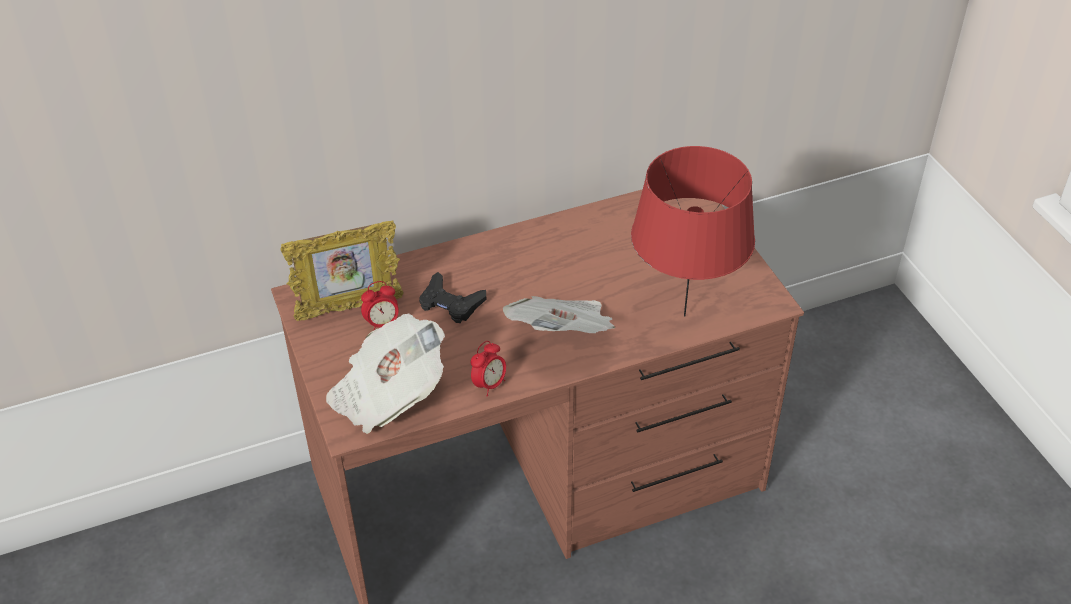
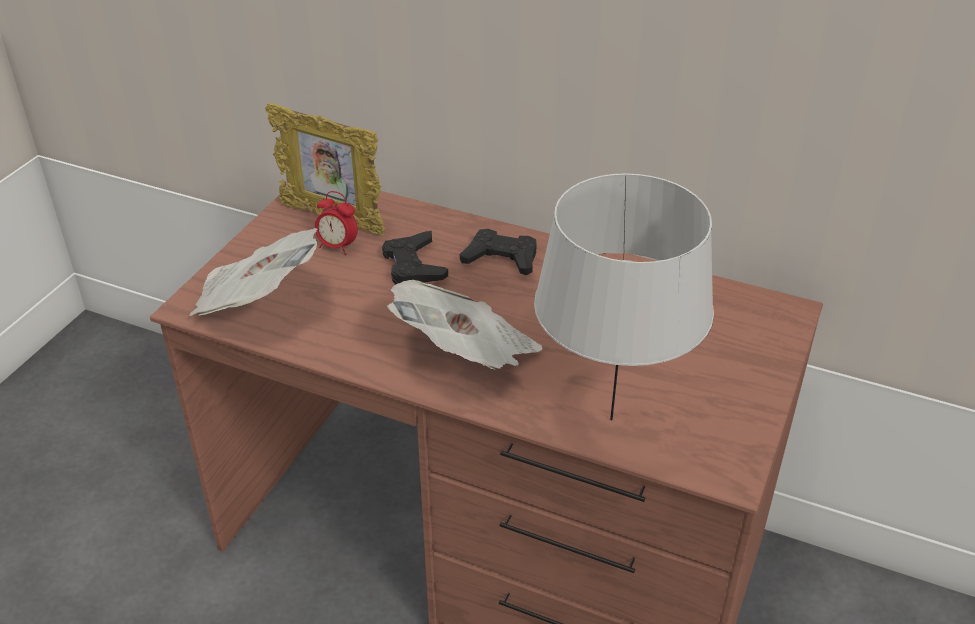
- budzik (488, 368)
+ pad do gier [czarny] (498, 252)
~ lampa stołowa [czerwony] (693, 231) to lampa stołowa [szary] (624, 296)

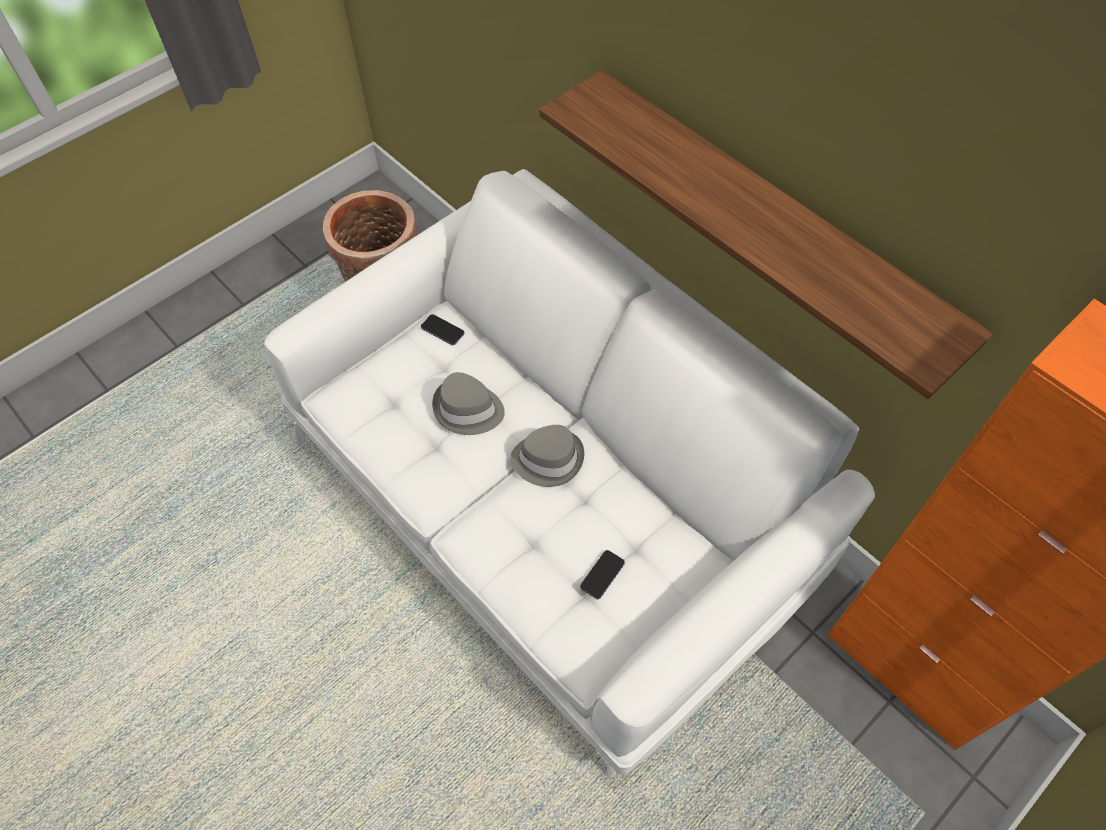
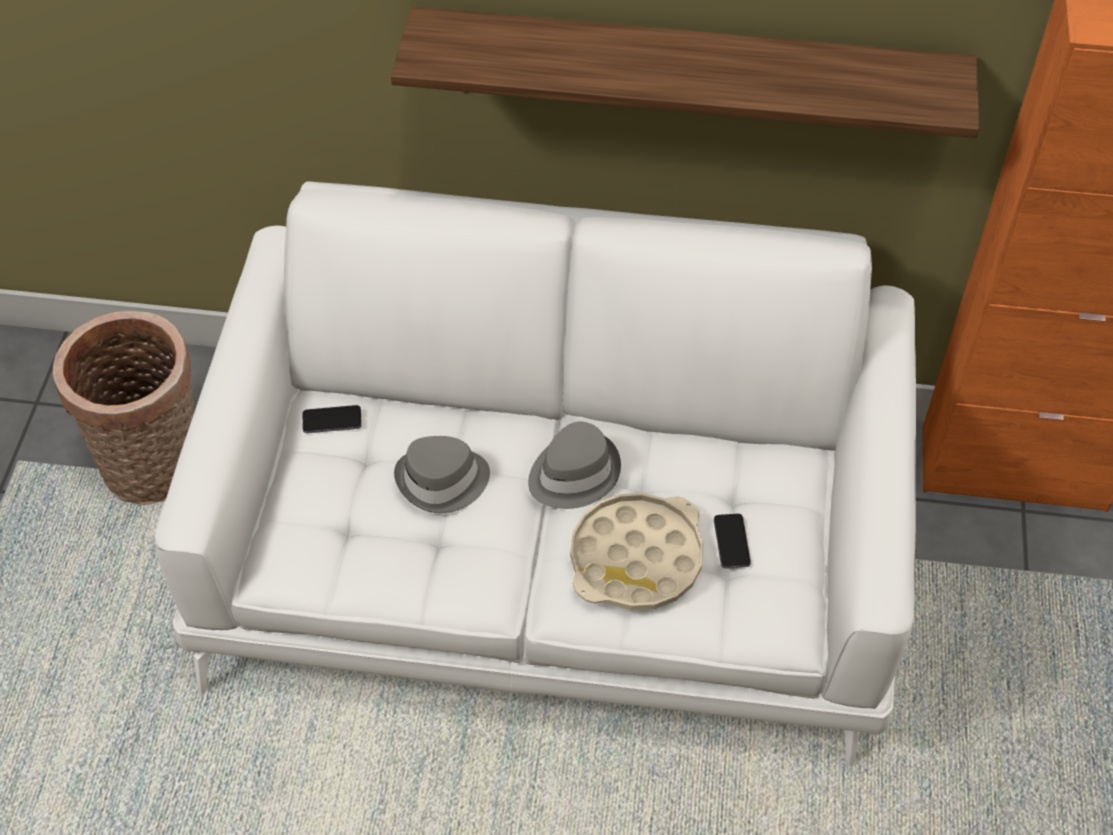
+ taca [beżowy] (637, 551)

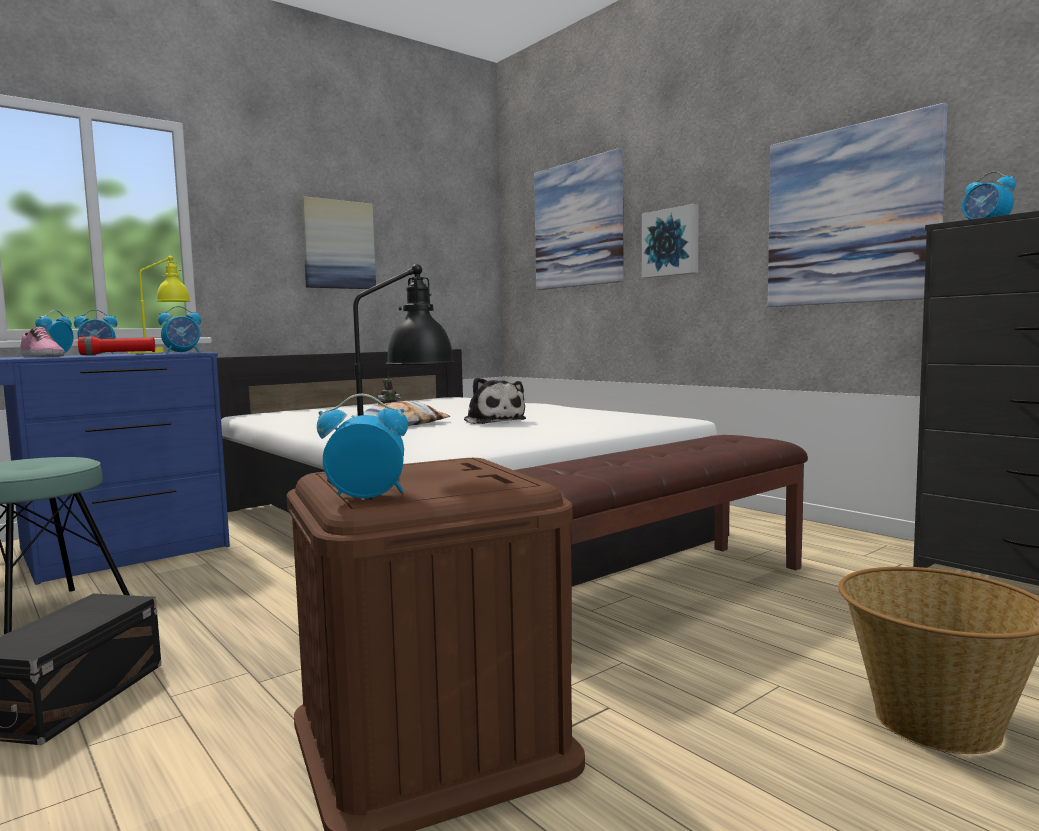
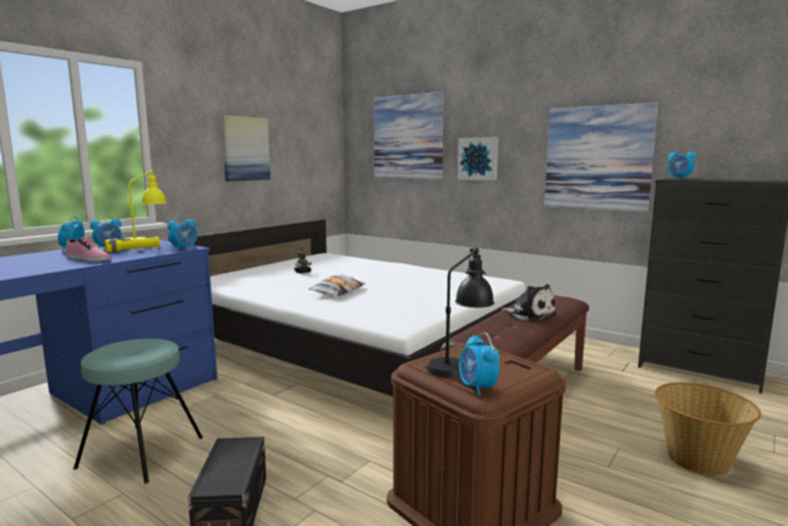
~ pluszak (495, 400) to (529, 303)
~ latarka [czerwony] (116, 345) to latarka [żółty] (132, 244)
~ budzik (362, 446) = (479, 364) 90 degrees counterclockwise

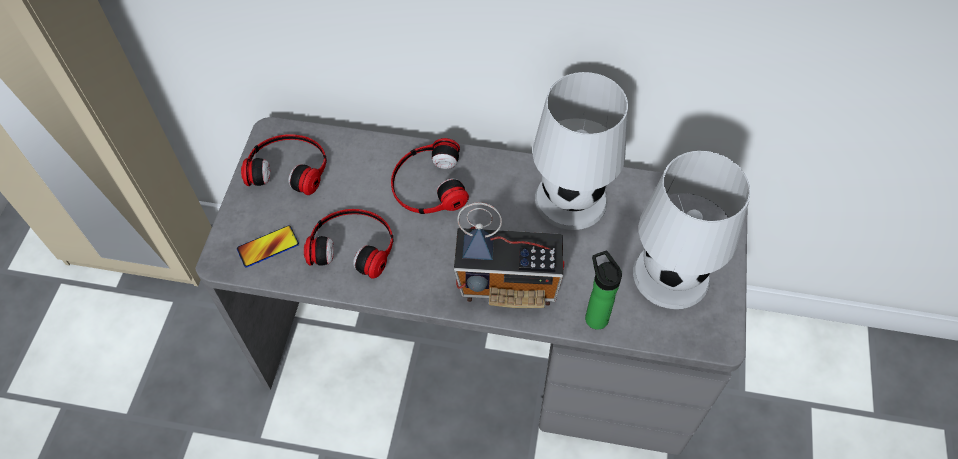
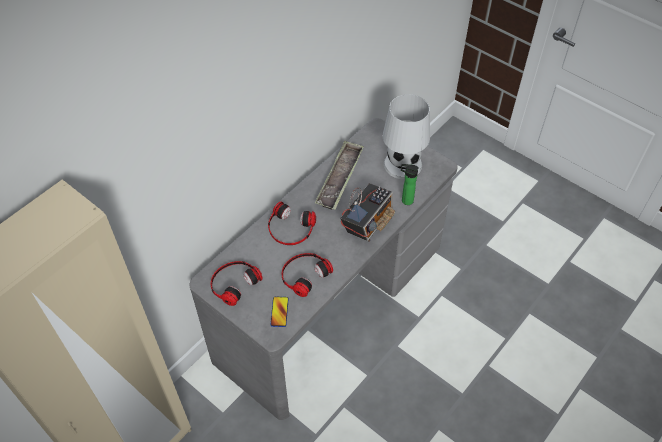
~ lampa stołowa [biały] (580, 151) to taca (339, 175)

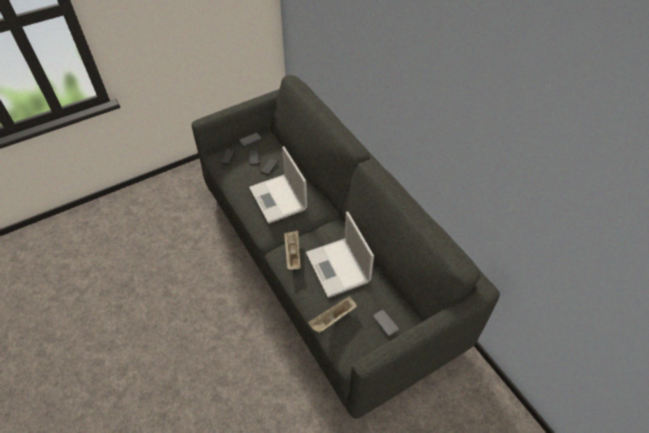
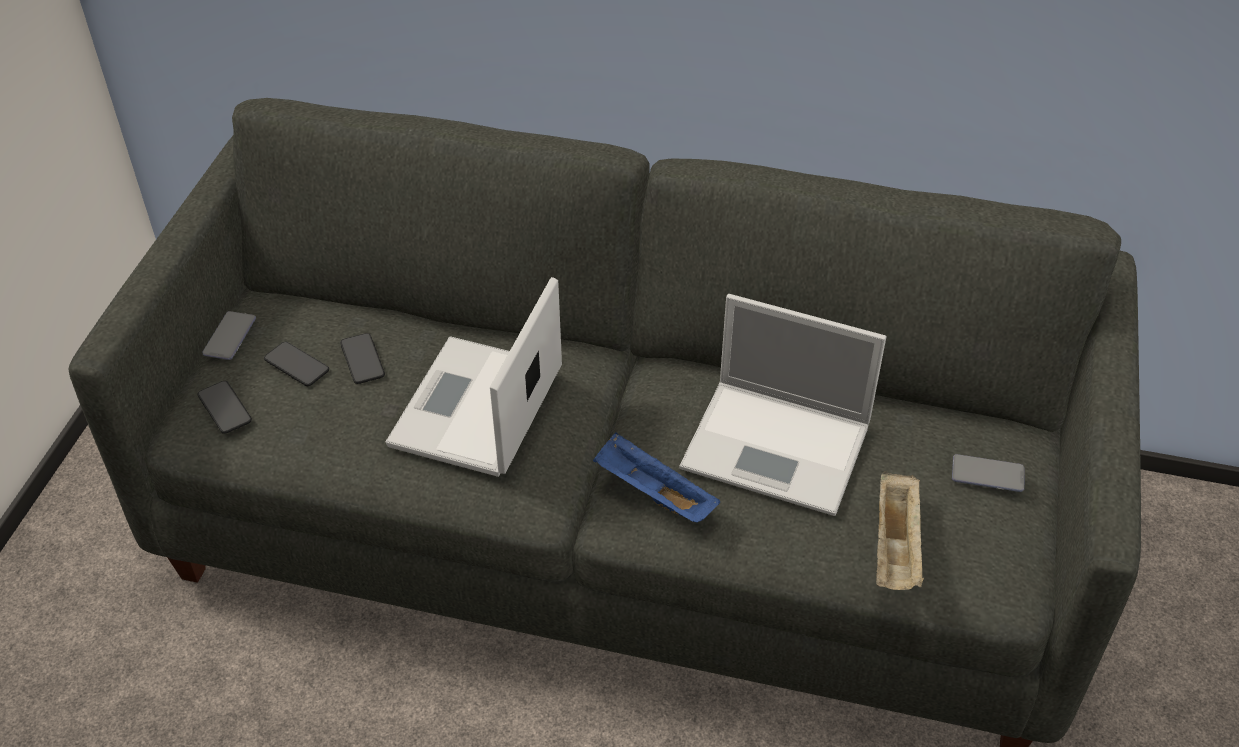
~ taca [beżowy] (292, 250) to taca [niebieski] (656, 477)
~ laptop (278, 185) = (474, 377) 90 degrees clockwise

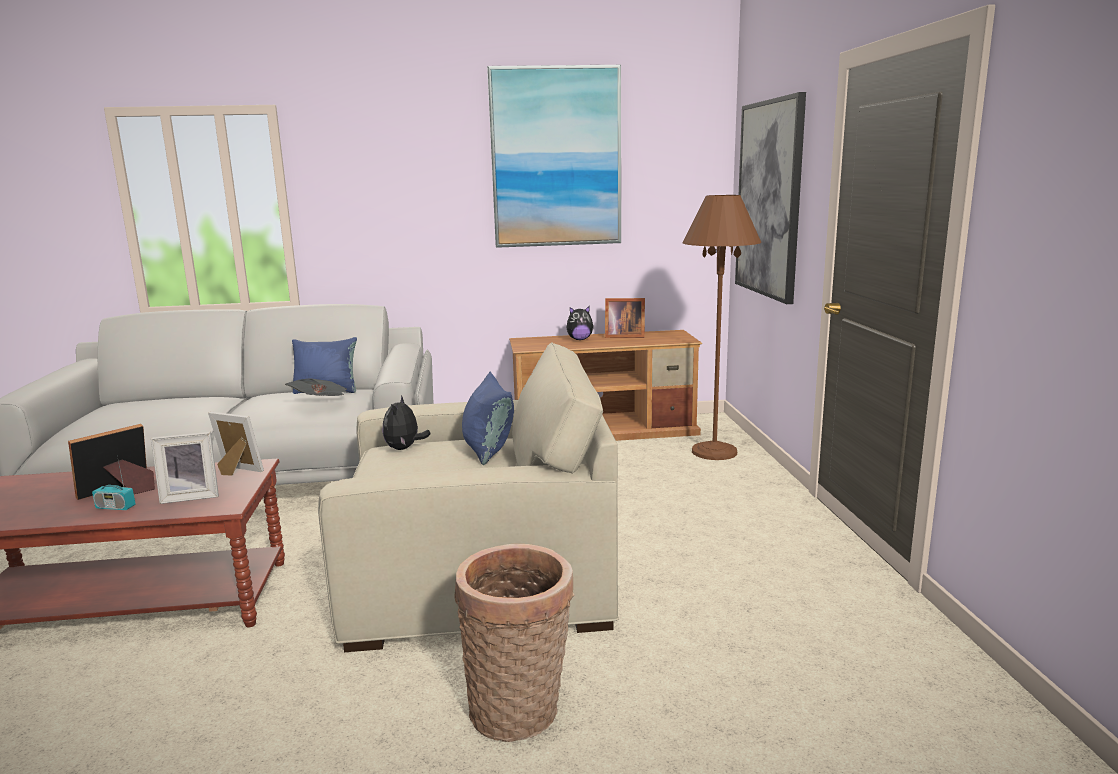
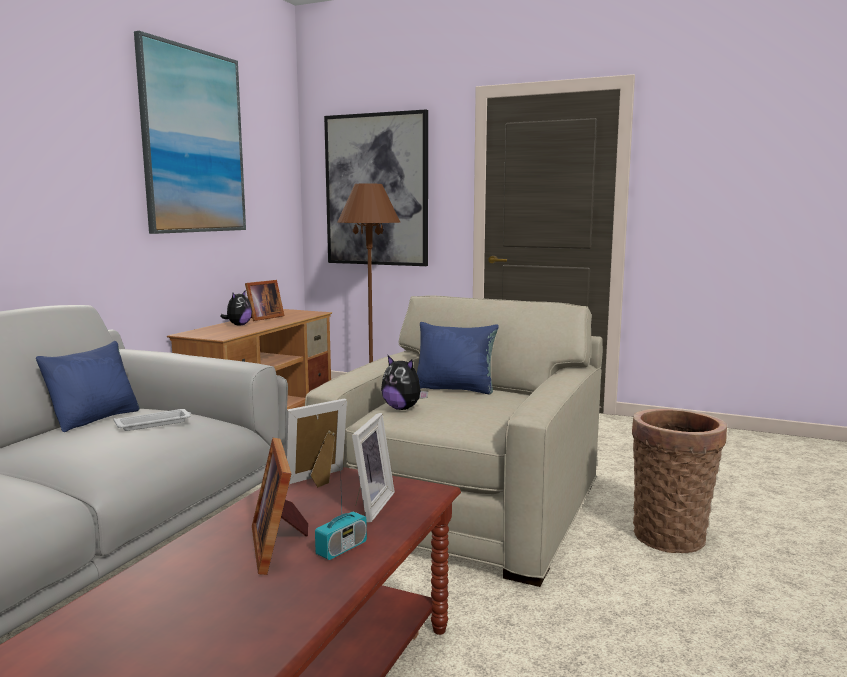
~ gazeta (316, 387) to taca [biały] (152, 420)

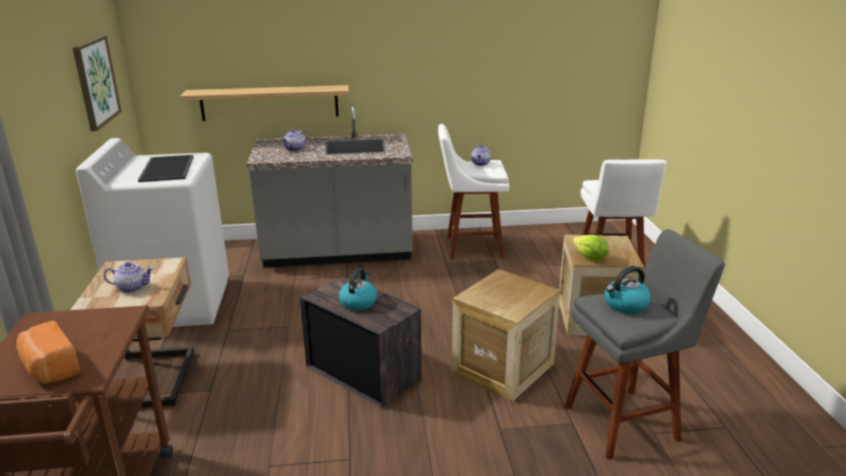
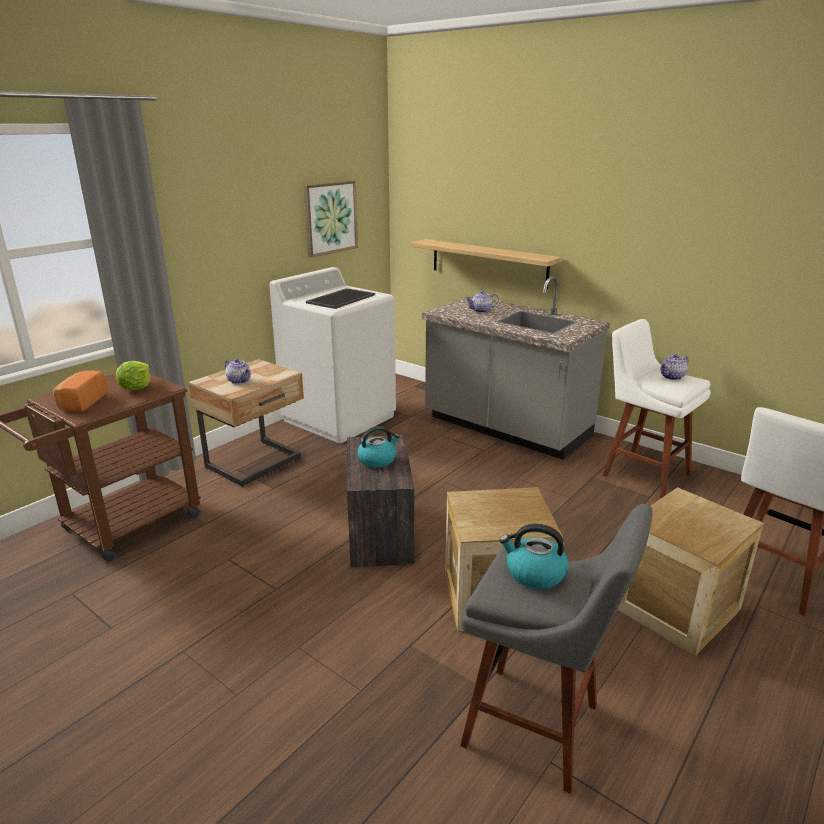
~ sałata (590, 247) to (133, 375)

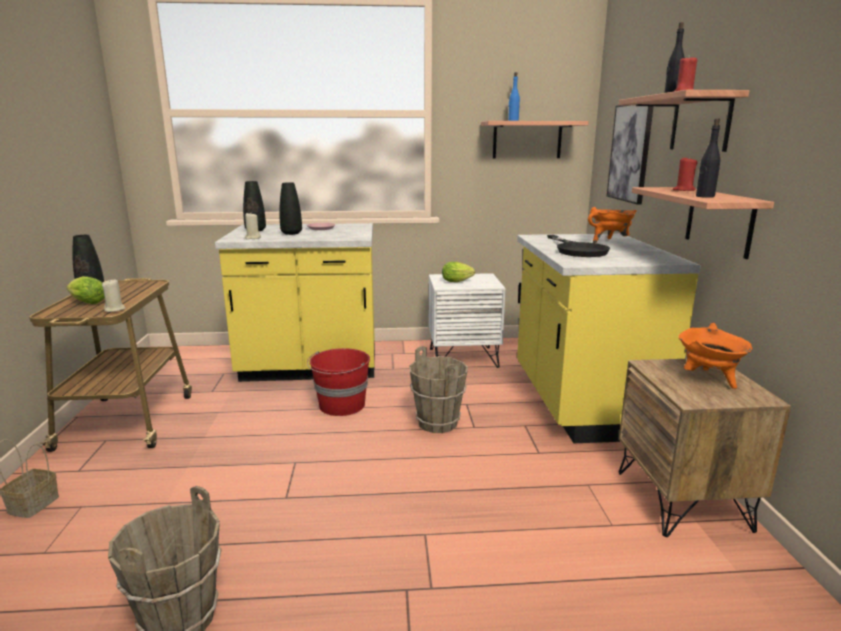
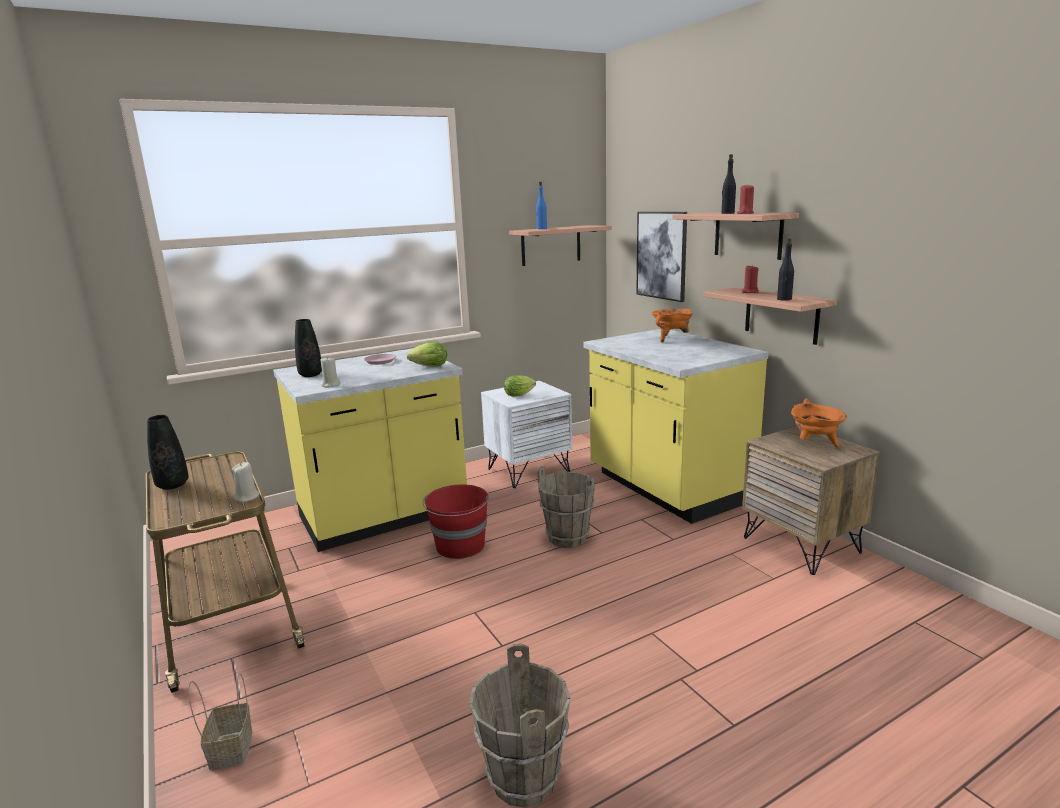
- wazon [czarny] (290, 208)
- patelnia [czarny] (578, 246)
~ sałata (85, 290) to (427, 354)

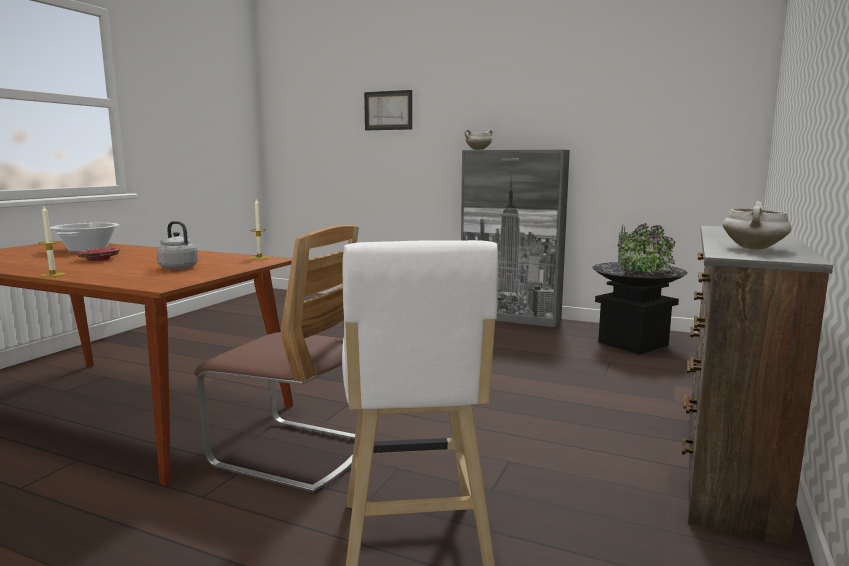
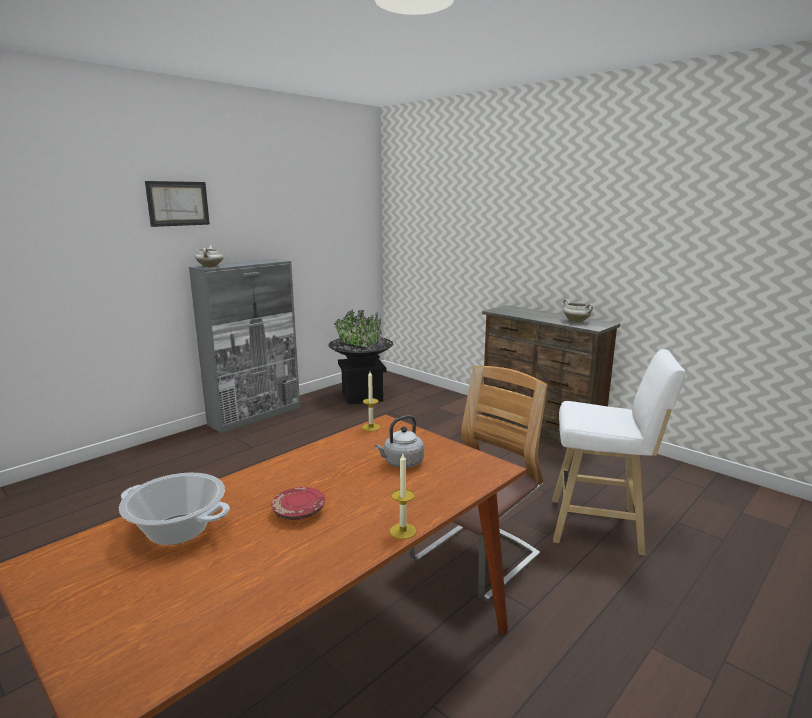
~ obraz (388, 110) to (177, 204)

